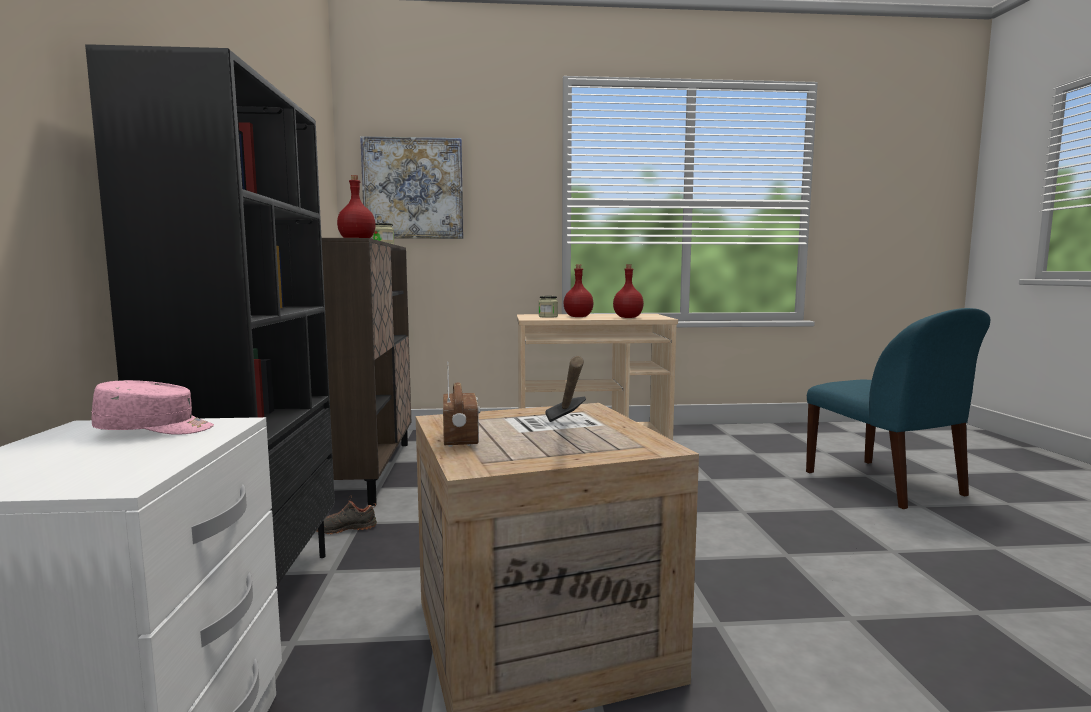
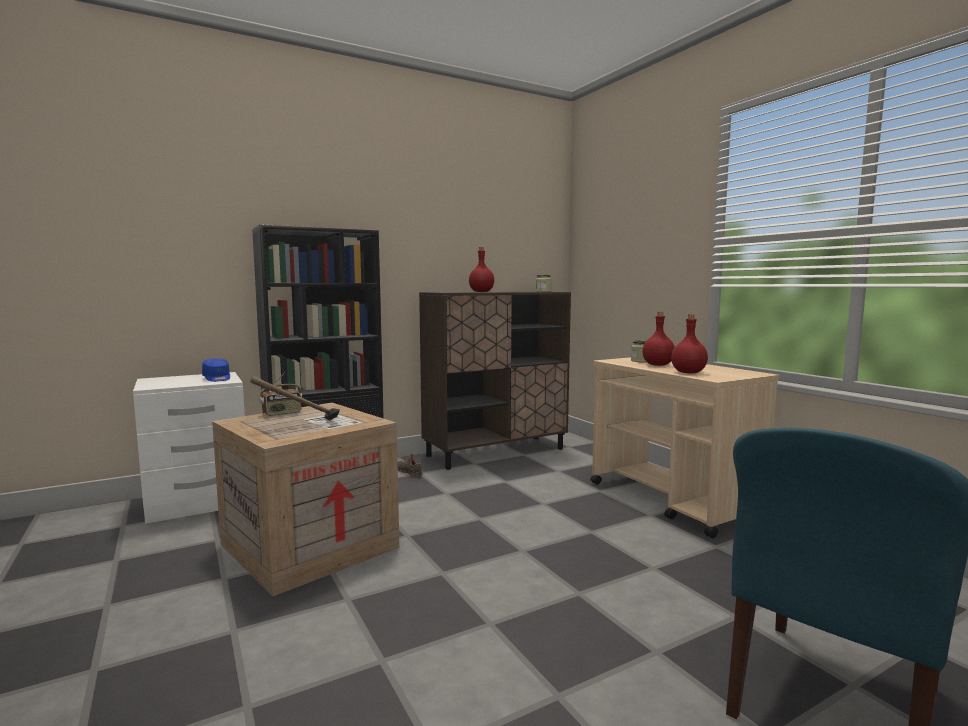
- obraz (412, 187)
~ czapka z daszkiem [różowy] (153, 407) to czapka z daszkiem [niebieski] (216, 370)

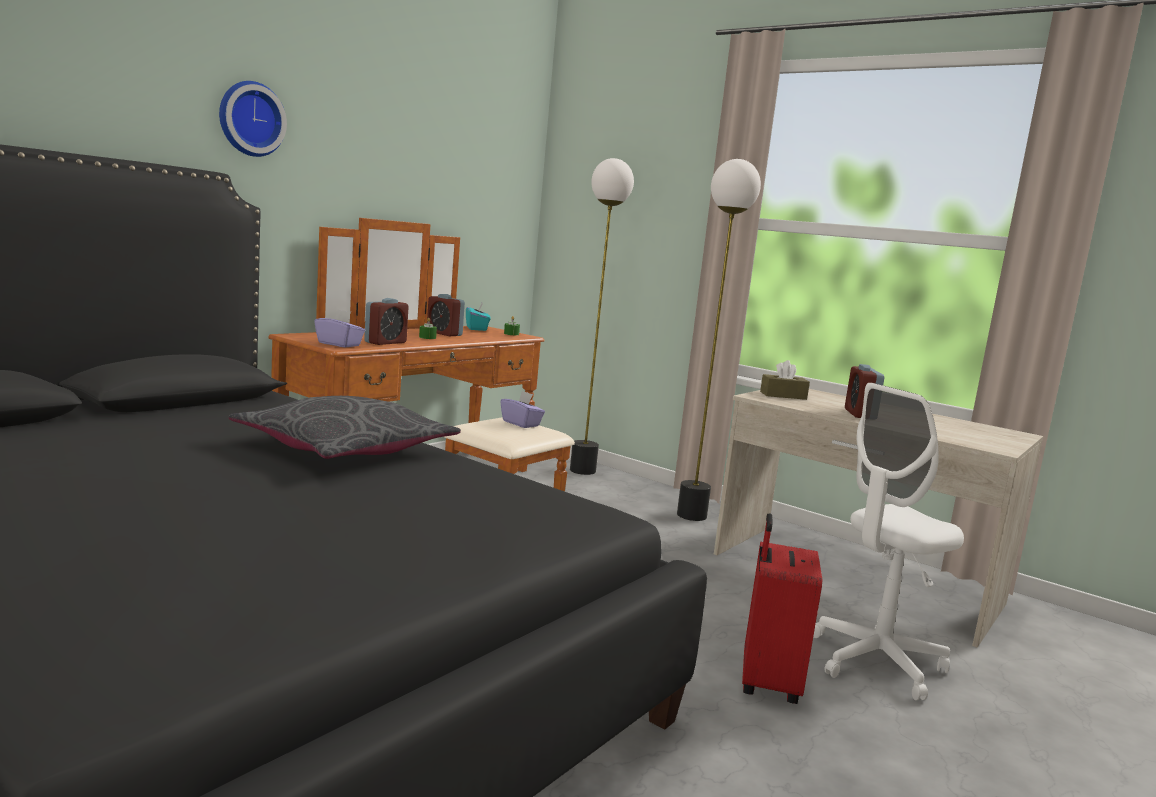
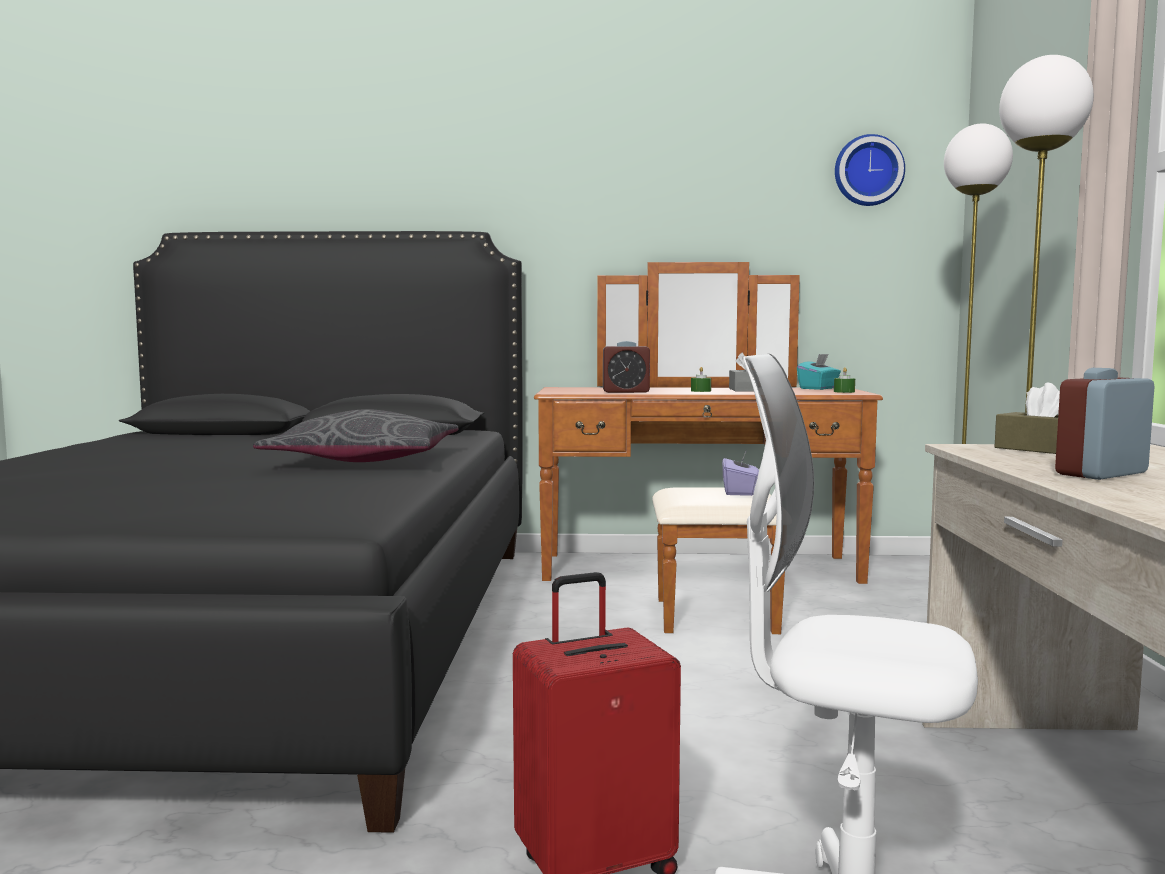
- pudełko chusteczek [fioletowy] (339, 328)
~ zegar ścienny (253, 119) to (870, 170)
~ budzik (446, 315) to pudełko chusteczek [szary] (741, 371)

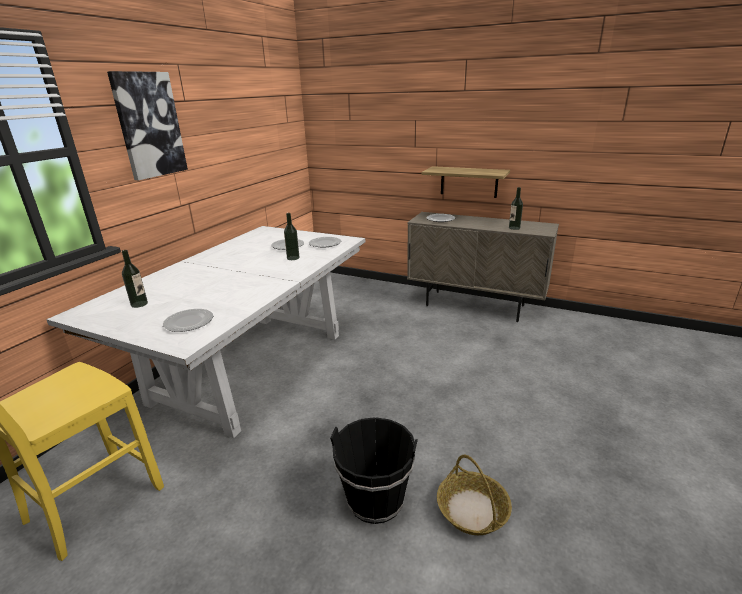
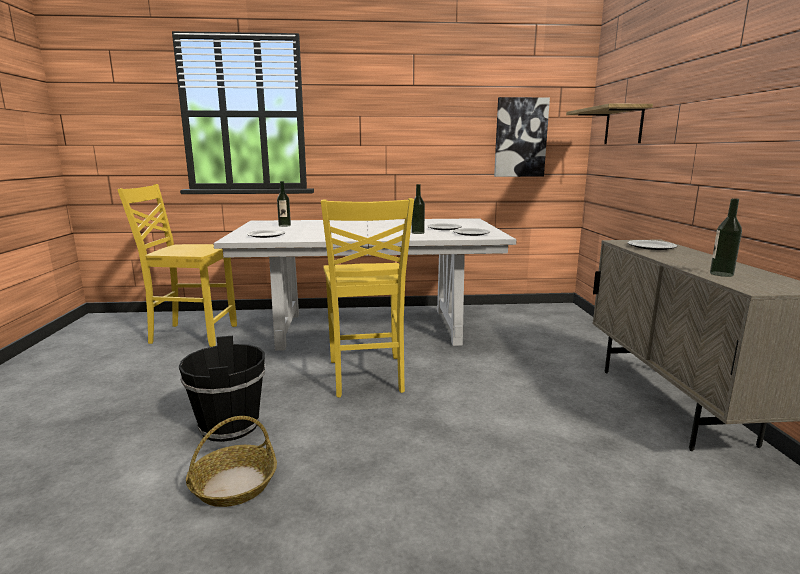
+ krzesło [żółty] (367, 297)
~ obraz (147, 125) to (522, 137)
~ półka (466, 182) to (609, 123)

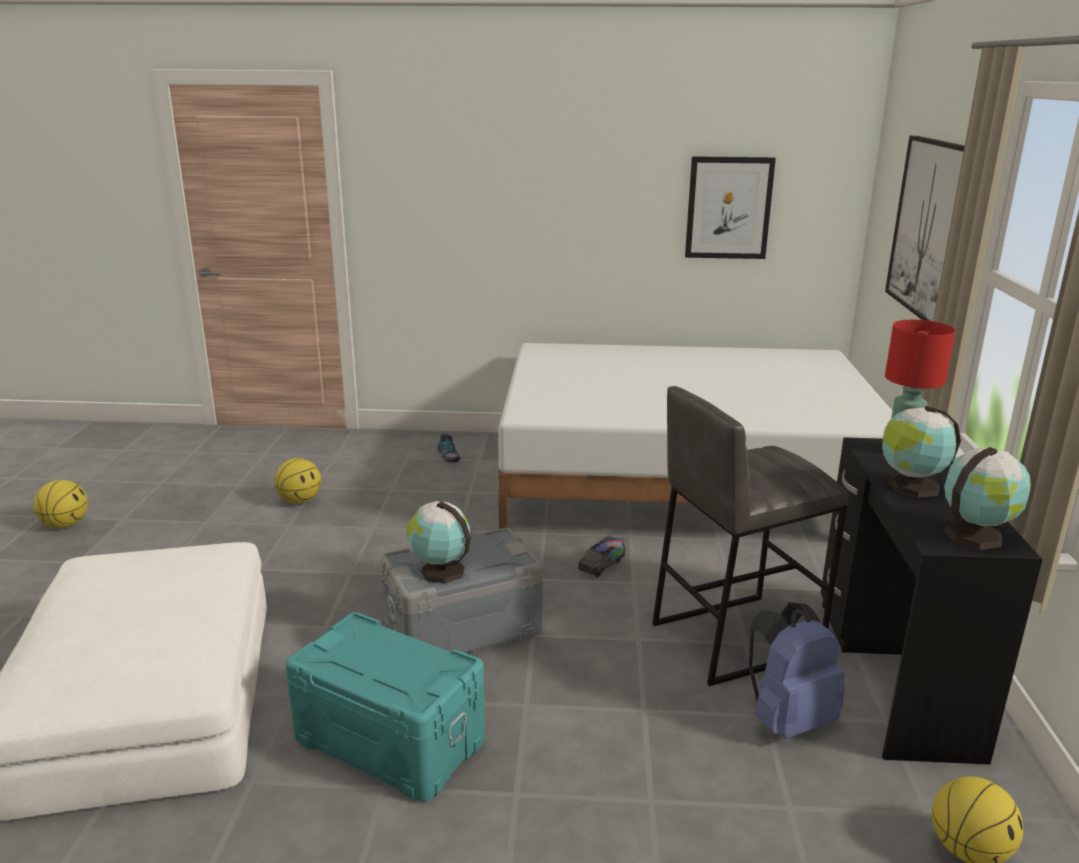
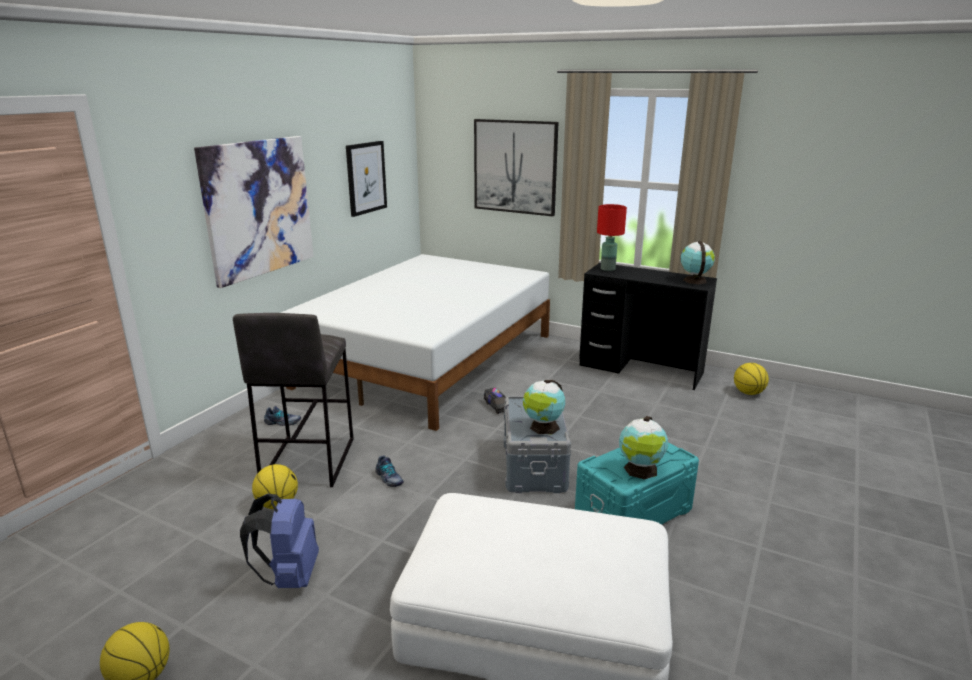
+ obraz (254, 212)
+ but (389, 471)
~ stołek [szary] (750, 536) to (293, 400)
~ plecak [niebieski] (797, 670) to (279, 541)
~ globus (921, 452) to (643, 447)

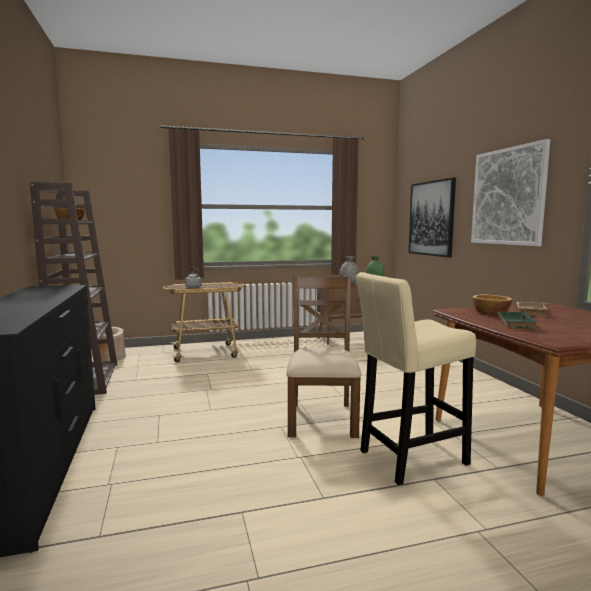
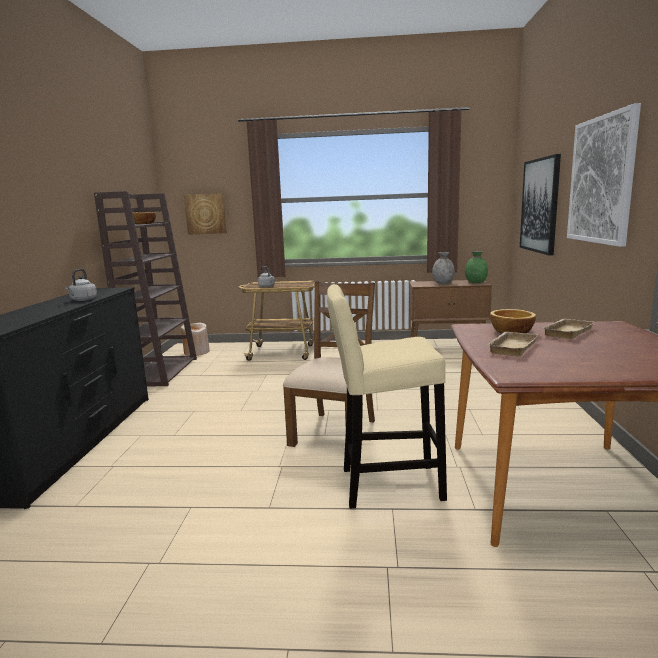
+ czajnik [szary] (81, 285)
+ obraz (205, 214)
~ taca [zielony] (517, 320) to taca [beżowy] (512, 344)

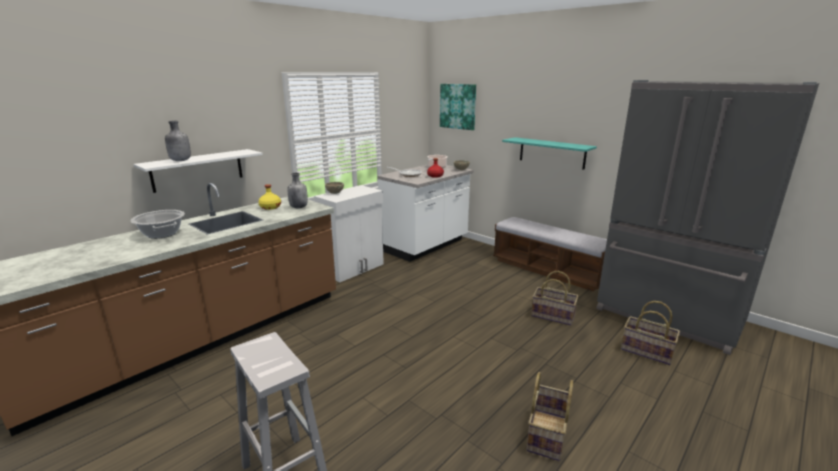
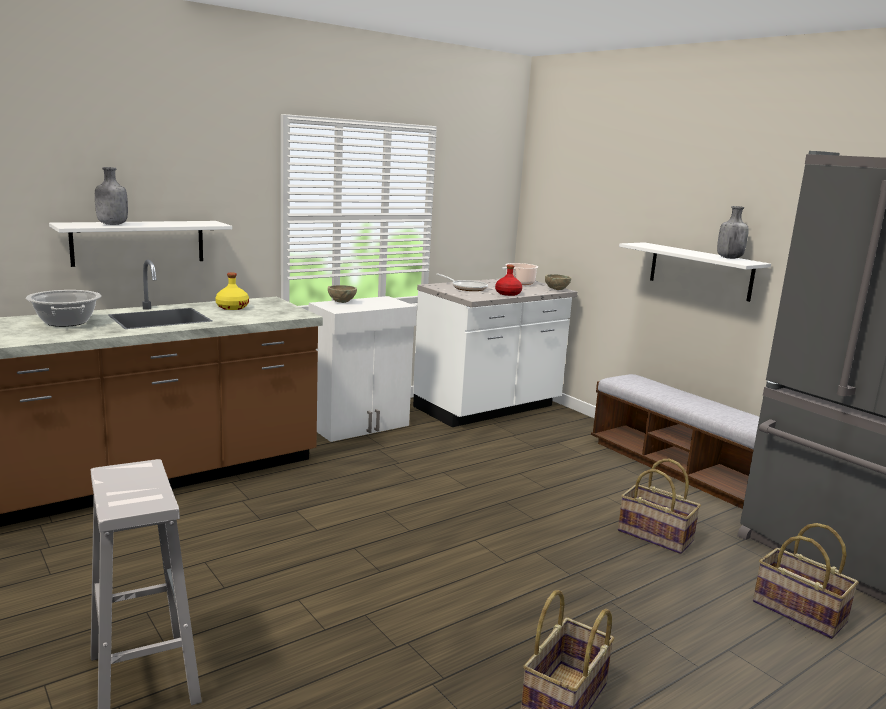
- obraz (458, 107)
~ butelka [szary] (297, 190) to (733, 232)
~ półka [turkusowy] (549, 153) to półka [biały] (695, 272)

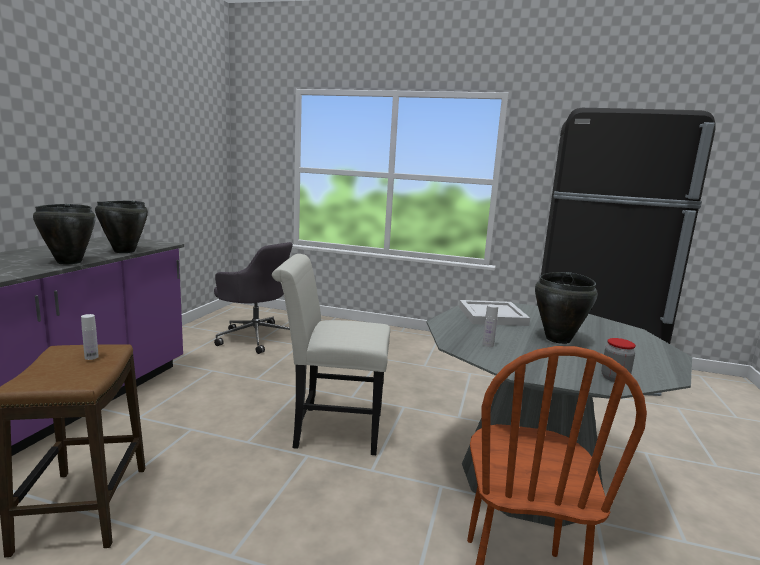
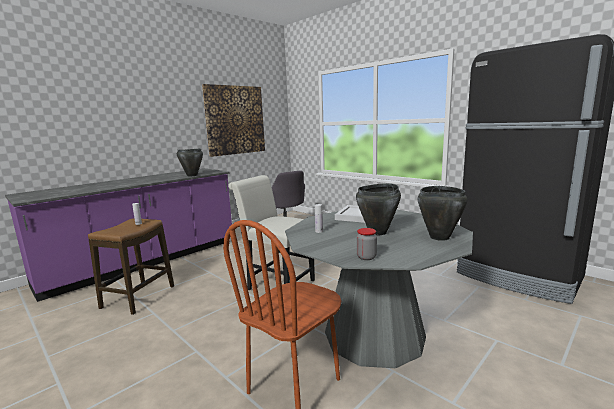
+ obraz (233, 120)
~ garnek [czarny] (64, 234) to (442, 213)

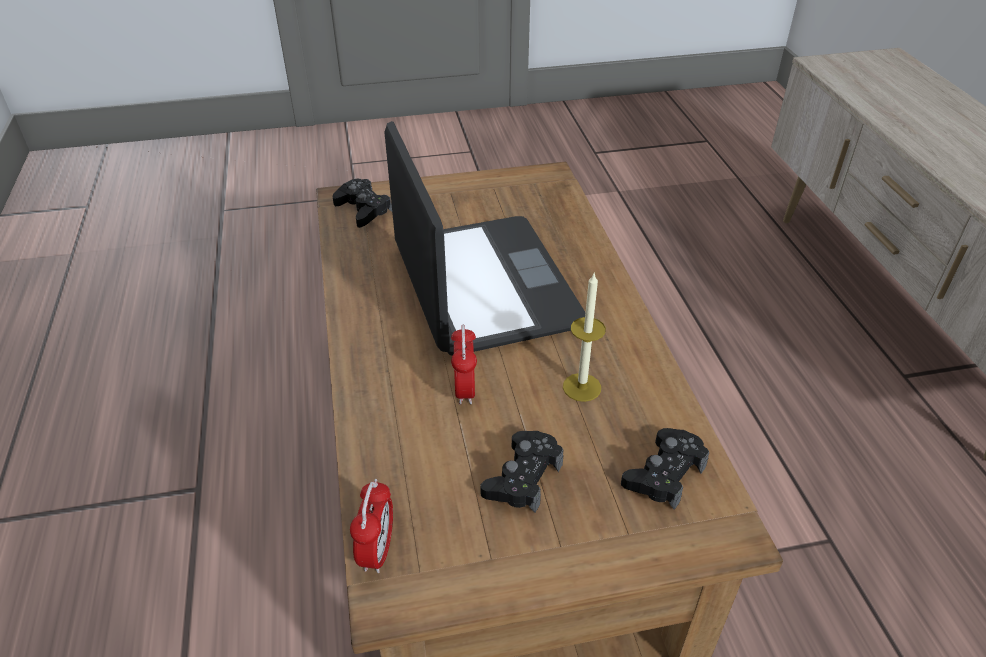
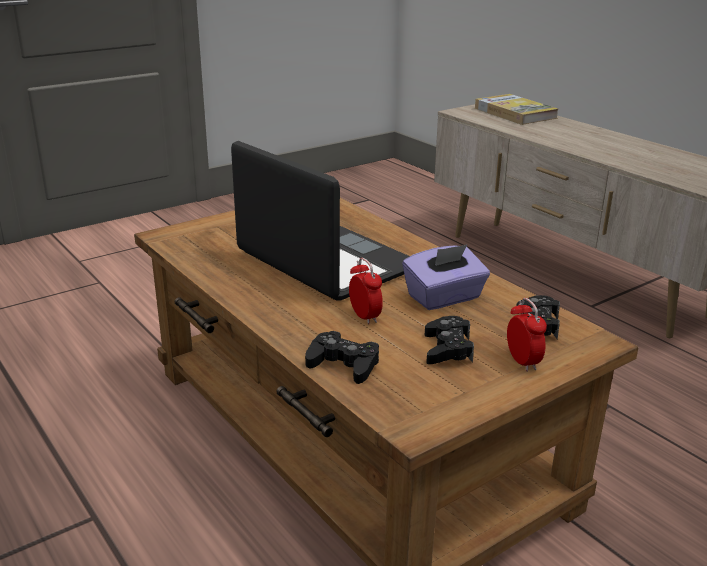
+ książka (516, 109)
~ pad do gier [czarny] (362, 203) to (342, 357)
~ budzik (371, 526) to (527, 335)
~ świeca (584, 337) to pudełko chusteczek [fioletowy] (446, 277)

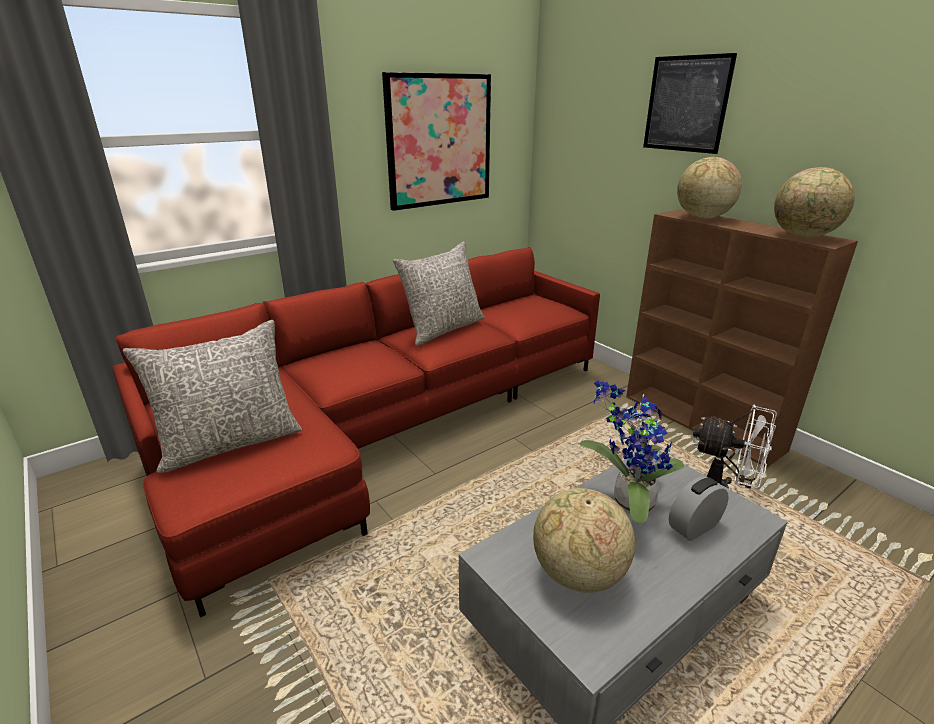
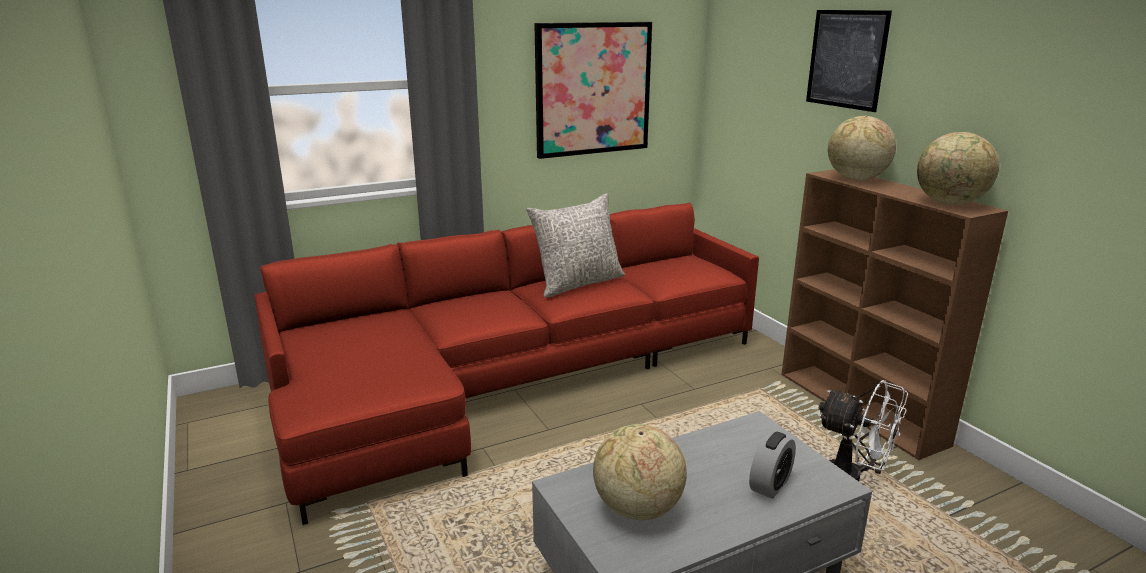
- poduszka [szary] (212, 396)
- roślina doniczkowa (631, 451)
~ budzik (699, 509) = (772, 465) 150 degrees clockwise

